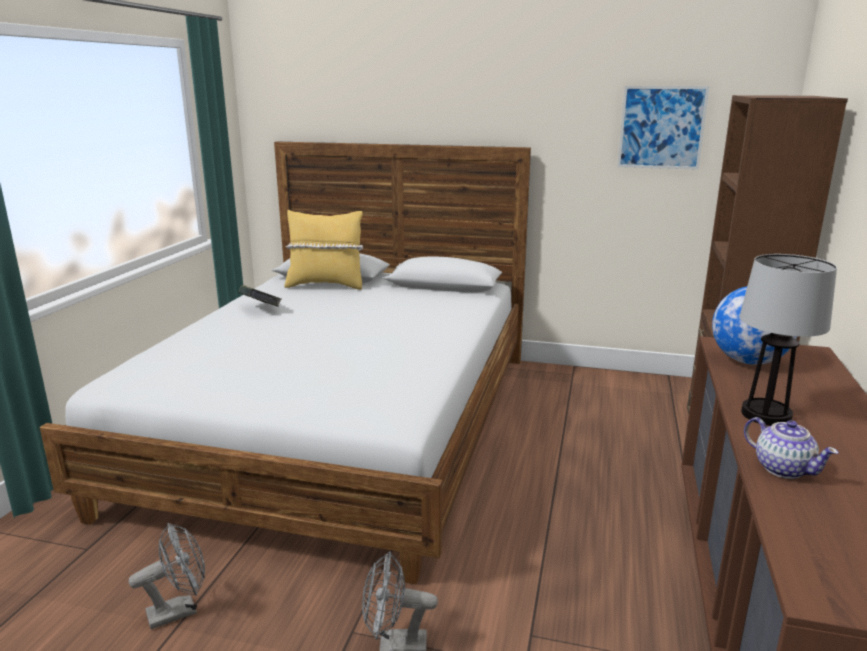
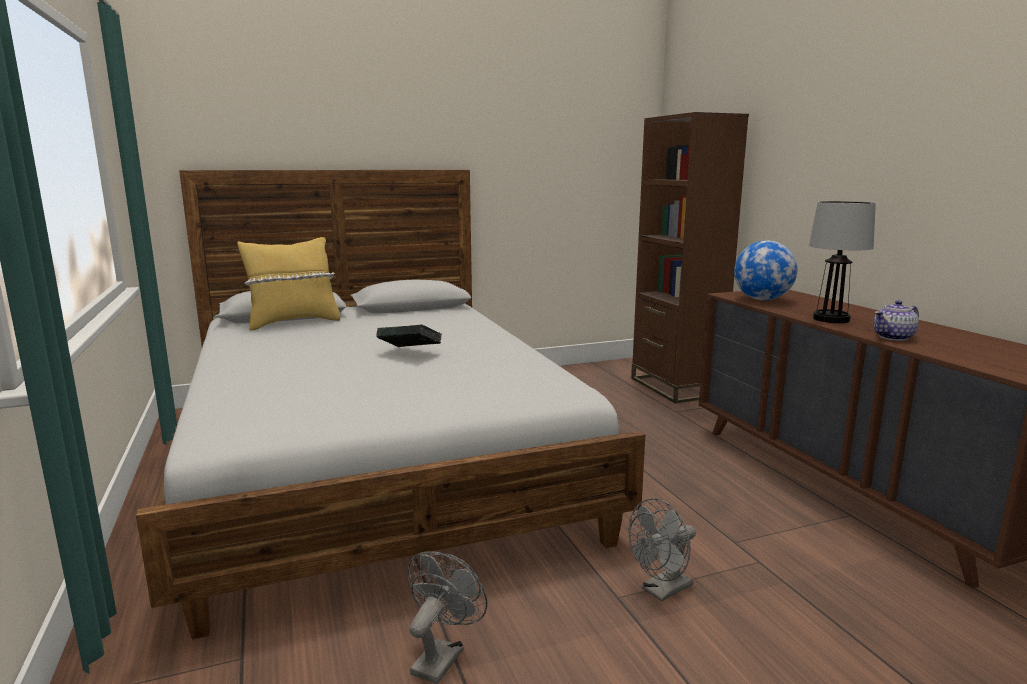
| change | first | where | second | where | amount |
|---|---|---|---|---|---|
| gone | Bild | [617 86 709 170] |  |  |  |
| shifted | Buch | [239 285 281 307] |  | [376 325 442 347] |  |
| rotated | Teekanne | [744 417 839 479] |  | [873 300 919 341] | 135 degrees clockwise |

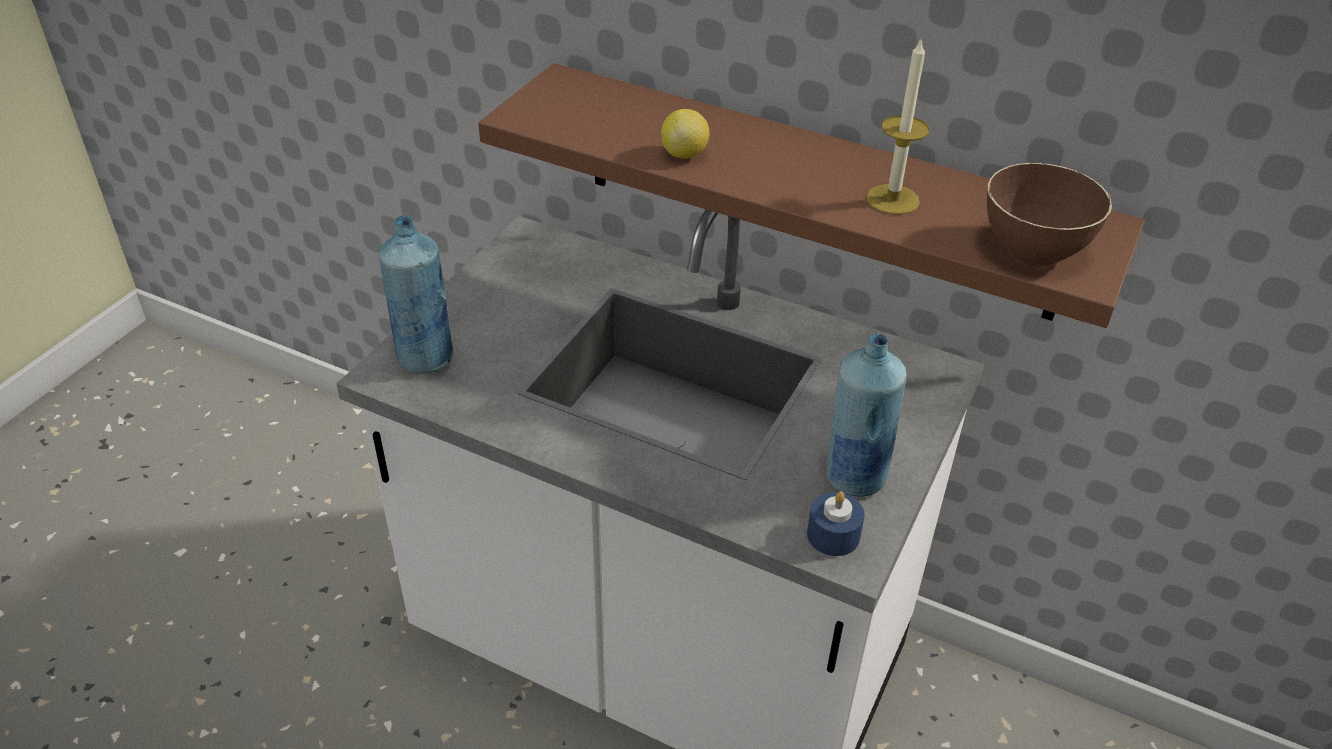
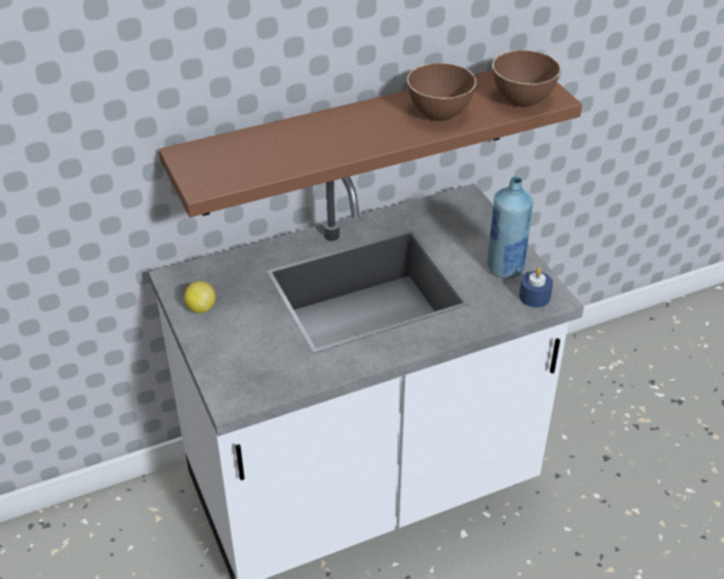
| change | first | where | second | where | amount |
|---|---|---|---|---|---|
| swapped | Kerze | [866 37 930 215] | Schüssel (braun) | [407 63 476 122] |  |
| shifted | Zitrone | [661 109 710 159] |  | [184 281 216 313] |  |
| gone | Flasche (blau) | [379 215 453 374] |  |  |  |

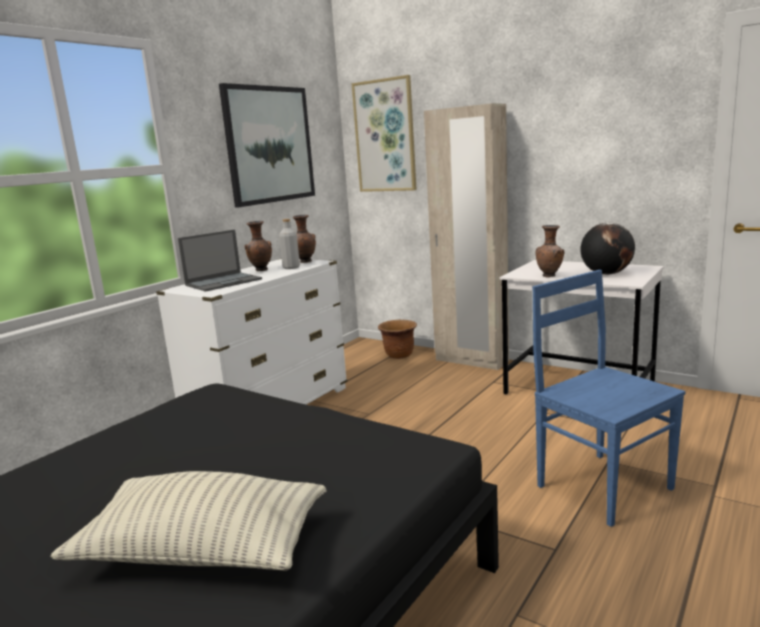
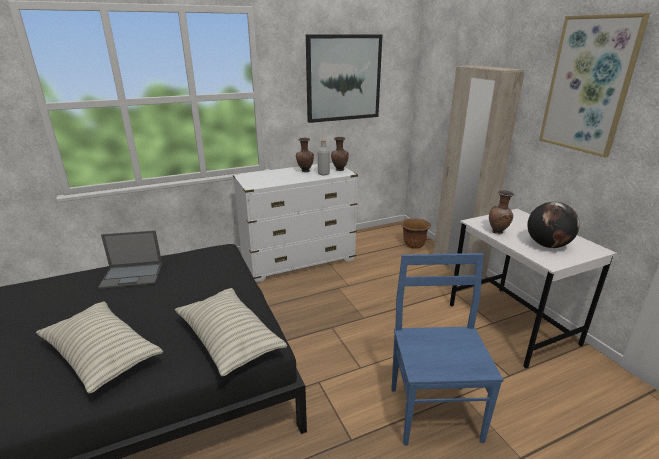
| change | first | where | second | where | amount |
|---|---|---|---|---|---|
| shifted | Bild | [352 75 417 192] |  | [539 13 650 157] |  |
| shifted | Laptop | [178 229 262 292] |  | [98 230 162 289] |  |
| new |  |  | Kissen | [175 288 287 376] |  |

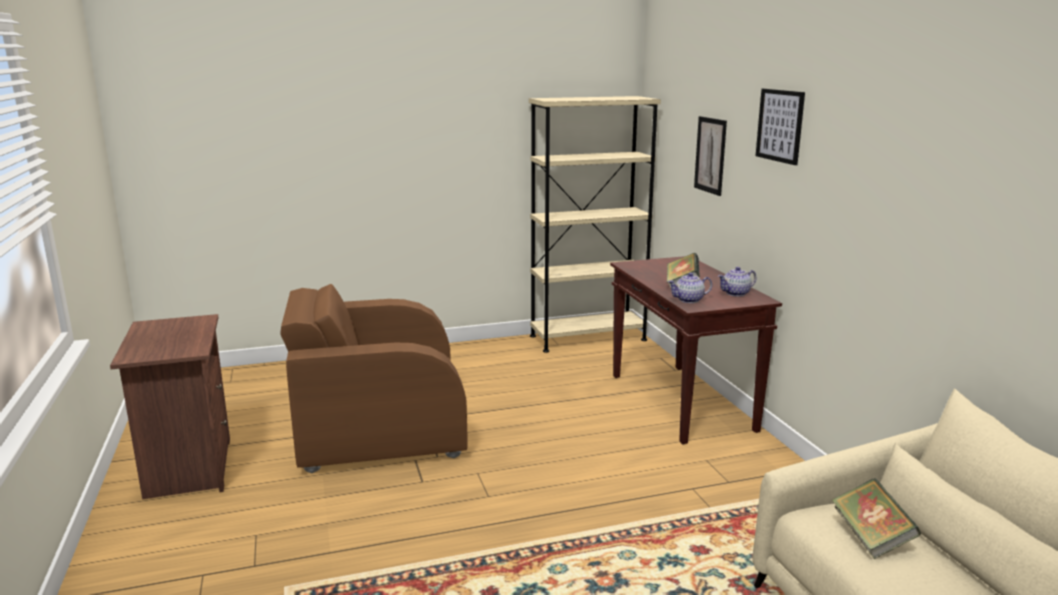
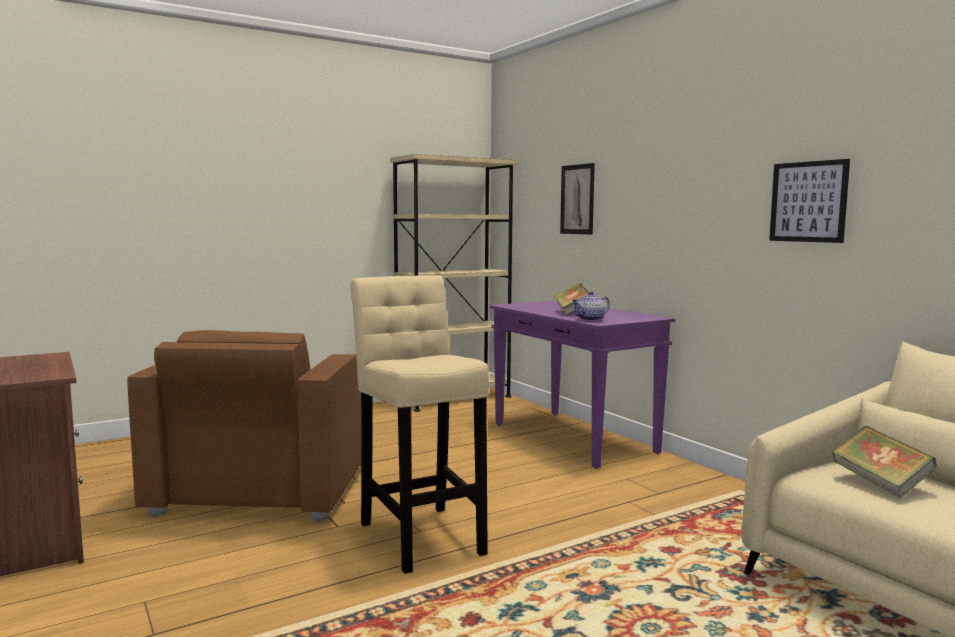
| change | first | where | second | where | amount |
|---|---|---|---|---|---|
| shifted | Bild | [756 89 805 165] |  | [769 159 850 243] |  |
| repainted | Konsolentisch (braun) | [610 256 782 444] | Konsolentisch (lila) | [490 300 675 469] |  |
| gone | Teekanne | [718 267 757 297] |  |  |  |
| rotated | Sessel (braun) | [280 284 468 473] |  | [127 330 361 522] | 60 degrees counterclockwise |
| new |  |  | Hocker (beige) | [350 275 489 574] |  |

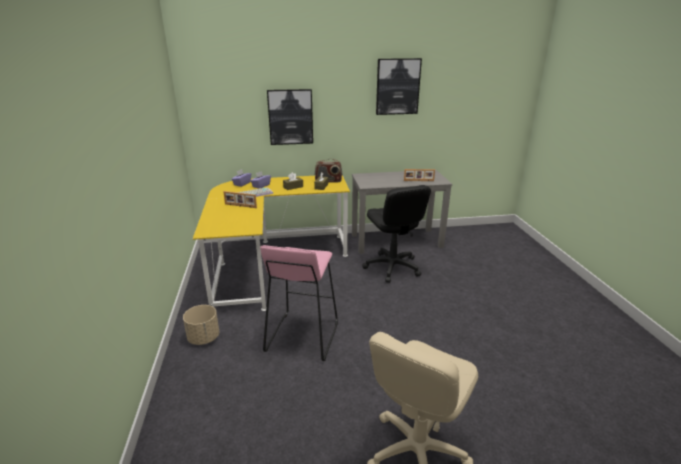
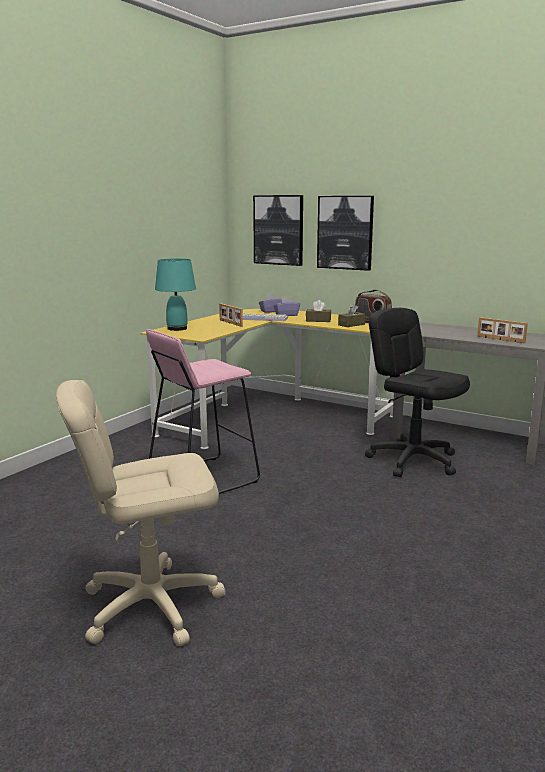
| change | first | where | second | where | amount |
|---|---|---|---|---|---|
| shifted | Bild | [376 58 422 115] |  | [253 195 303 266] |  |
| rotated | Bürostuhl (schwarz) | [362 185 431 283] |  | [365 308 470 477] | 120 degrees clockwise |
| gone | Pflanzkübel (beige) | [183 305 219 345] |  |  |  |
| new |  |  | Tischlampe (türkis) | [155 258 196 331] |  |

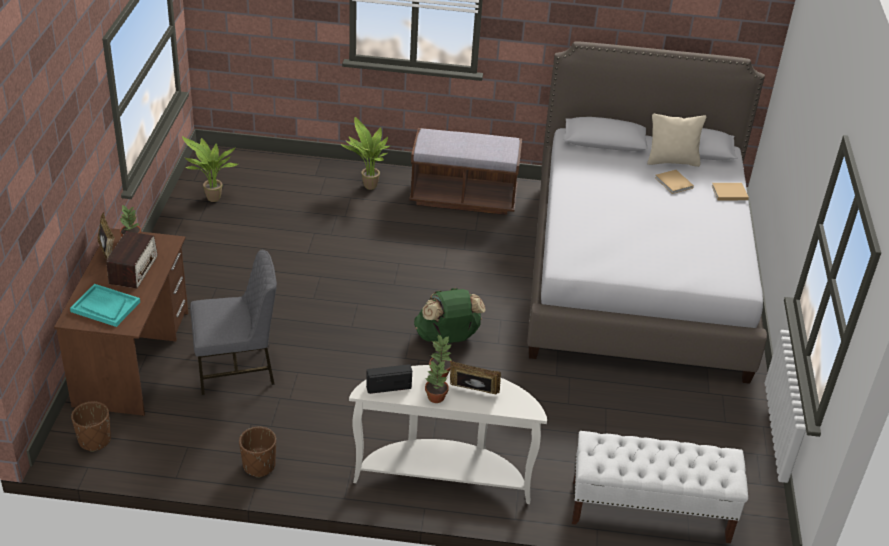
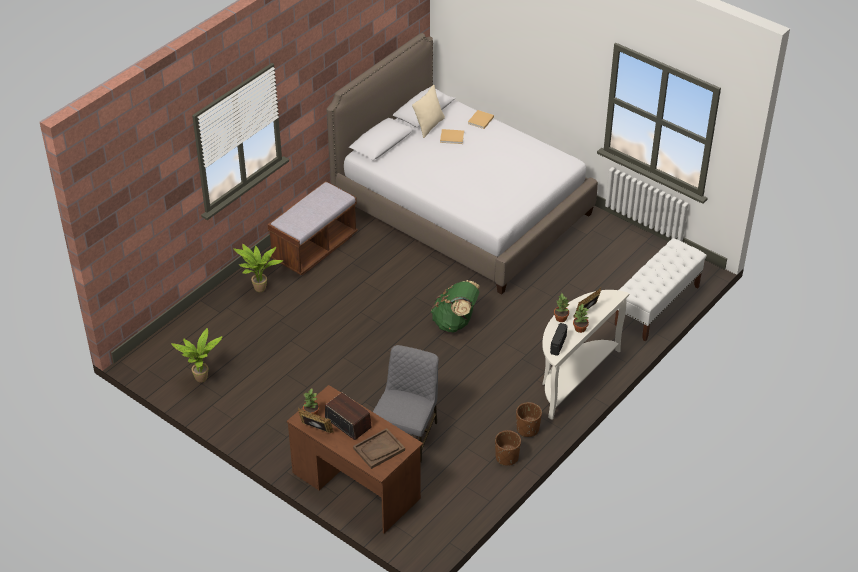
| change | first | where | second | where | amount |
|---|---|---|---|---|---|
| repainted | Tablett (türkis) | [70 284 140 327] | Tablett (braun) | [353 428 405 469] |  |
| shifted | Pflanzkübel (braun) | [71 401 111 452] |  | [516 402 542 437] |  |

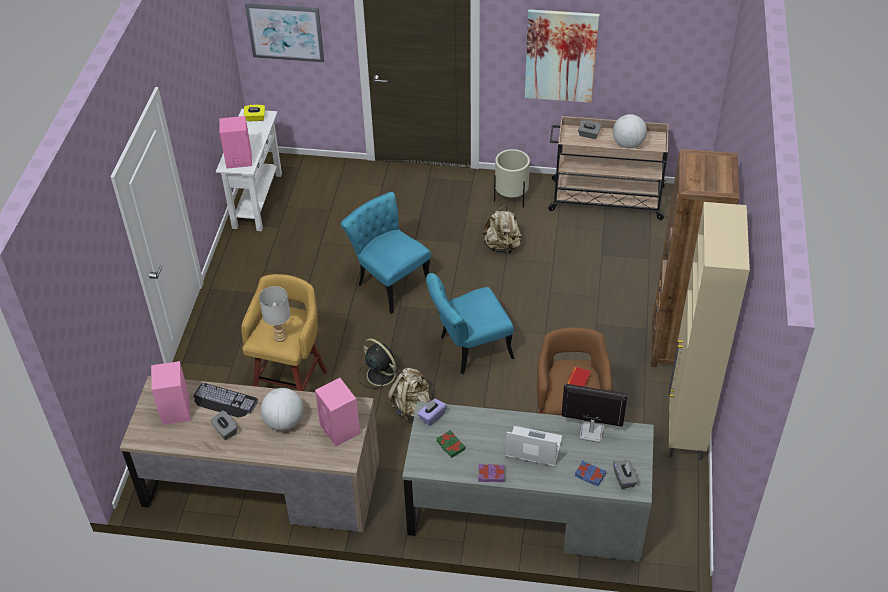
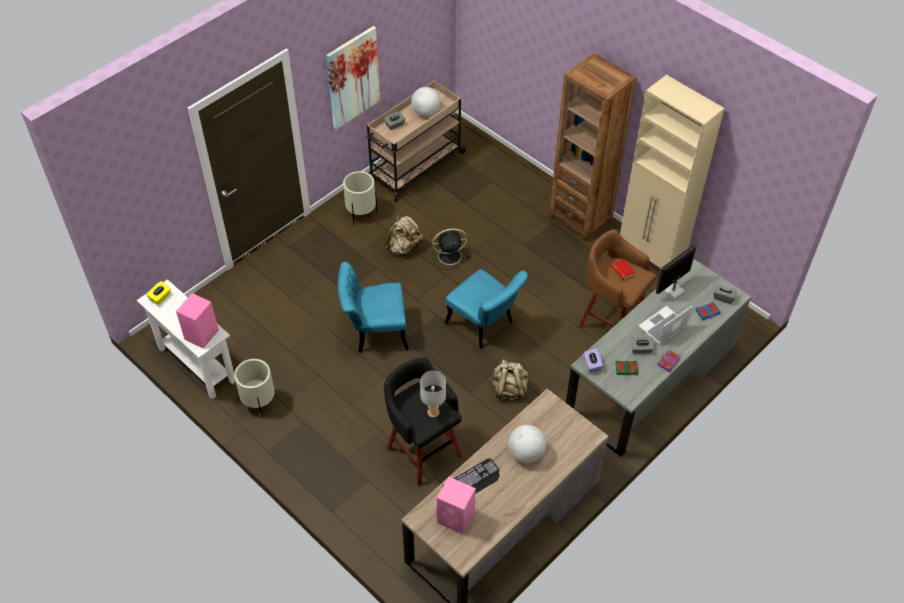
| change | first | where | second | where | amount |
|---|---|---|---|---|---|
| gone | Bild | [245 3 324 62] |  |  |  |
| rotated | Stuhl (türkis) | [426 273 515 374] |  | [444 269 528 349] | 60 degrees counterclockwise |
| repainted | Hocker (gelb) | [241 274 327 391] | Hocker (schwarz) | [384 358 462 486] |  |
| shifted | Ventilator (schwarz) | [358 338 402 389] |  | [432 228 469 270] |  |
| gone | Lautsprecher (rosa) | [315 378 360 446] |  |  |  |
| shifted | Taschentuchbox (grau) | [210 410 237 440] |  | [631 336 654 354] |  |
| new |  |  | Pflanzkübel (beige) | [234 359 275 418] |  |

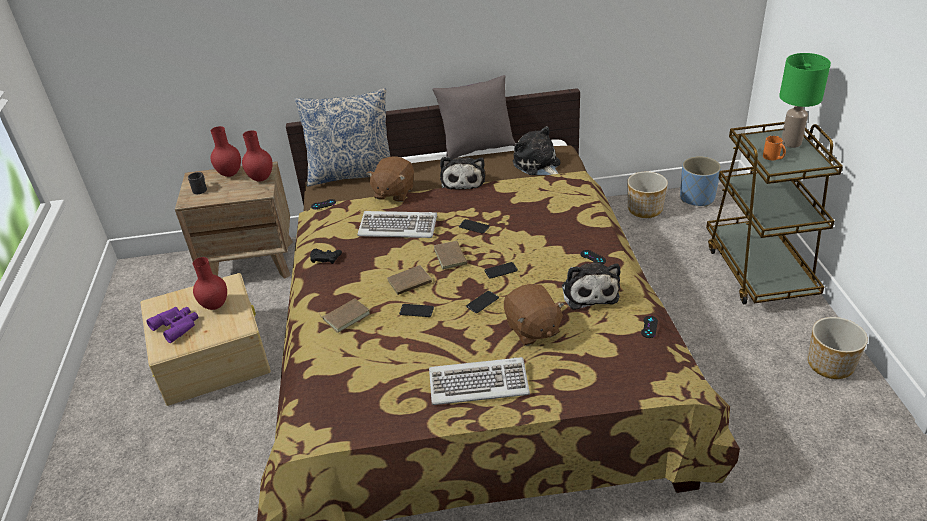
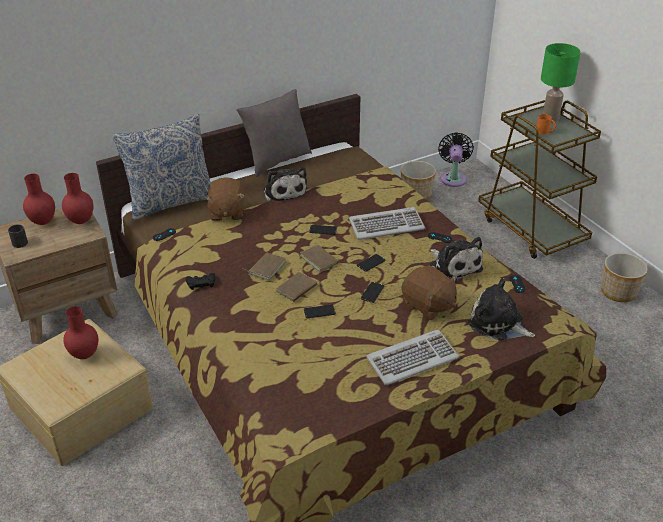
| change | first | where | second | where | amount |
|---|---|---|---|---|---|
| shifted | Plüschtier | [513 126 561 175] |  | [468 278 535 341] |  |
| swapped | Pflanzkübel (blau) | [680 156 721 207] | Ventilator (schwarz) | [438 132 474 187] |  |
| shifted | Tastatur | [357 211 437 238] |  | [349 207 425 240] |  |
| shifted | Buch (braun) | [318 298 370 333] |  | [246 252 286 281] |  |
| gone | Fernglas (lila) | [146 307 198 343] |  |  |  |

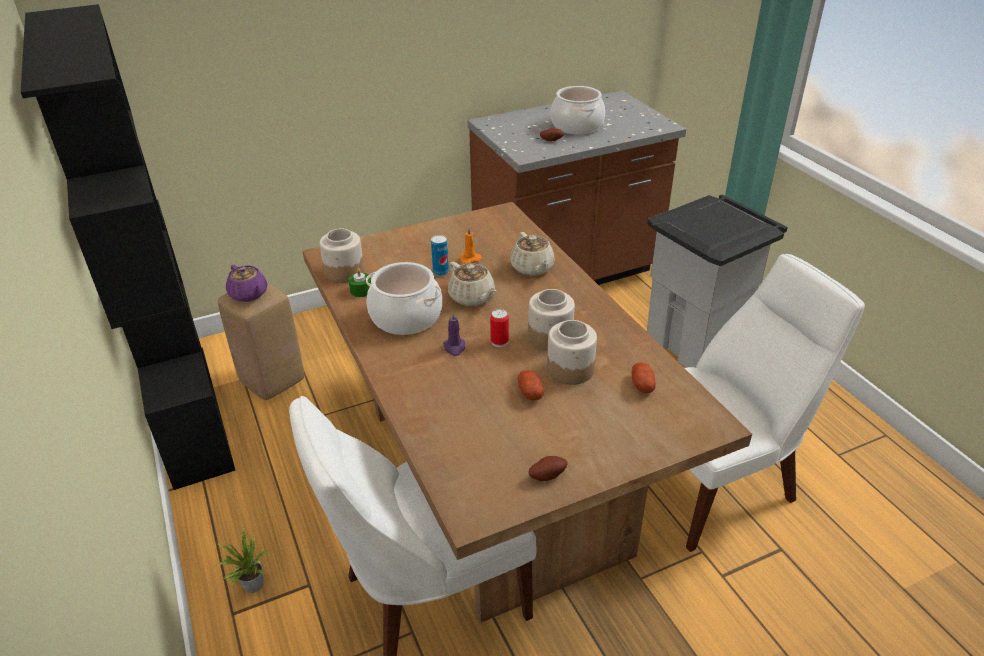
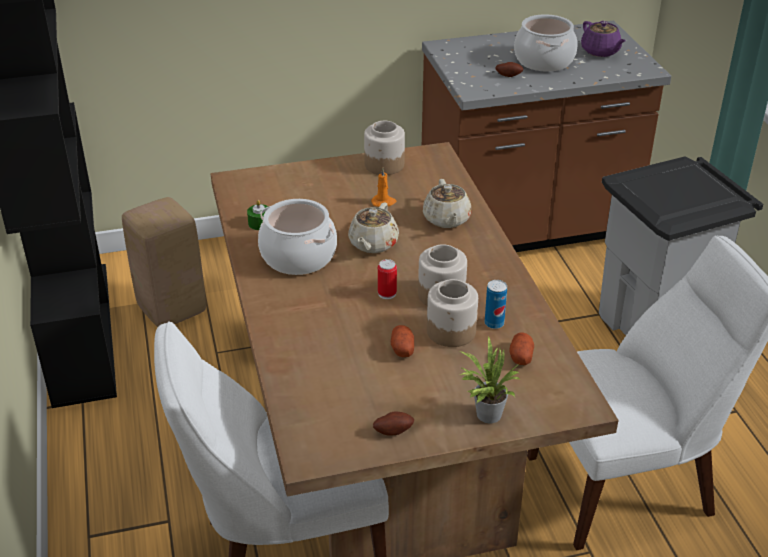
| change | first | where | second | where | amount |
|---|---|---|---|---|---|
| shifted | Vorratsglas | [320 229 364 283] |  | [364 121 405 175] |  |
| shifted | Dose | [431 235 449 276] |  | [485 280 507 329] |  |
| rotated | Teekanne (beige) | [448 262 496 306] |  | [348 203 399 253] | 45 degrees clockwise |
| shifted | Teekanne (lila) | [226 265 267 302] |  | [581 21 626 57] |  |
| gone | Kerze (lila) | [443 312 465 356] |  |  |  |
| shifted | Topfpflanze | [215 526 269 593] |  | [459 335 520 423] |  |

